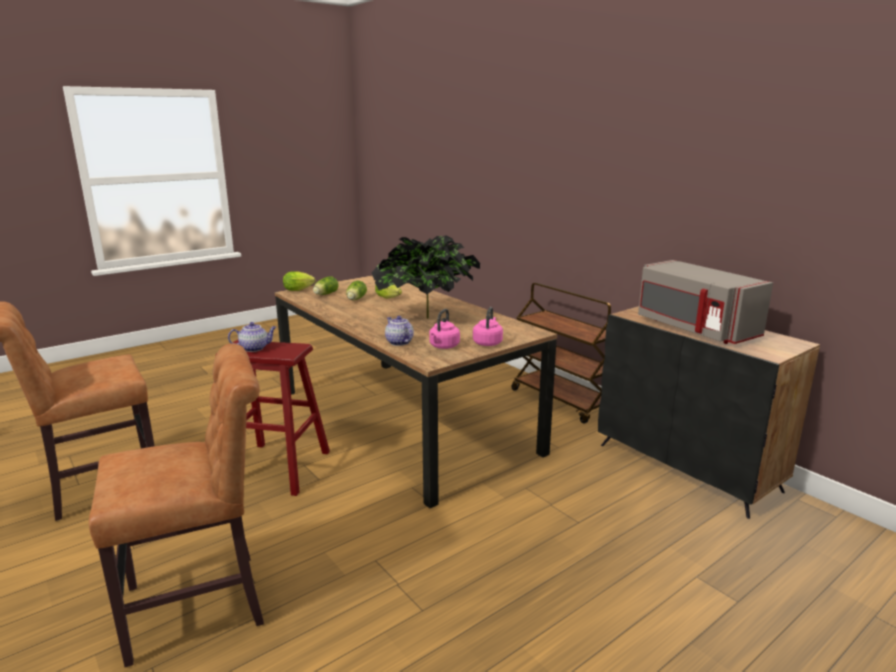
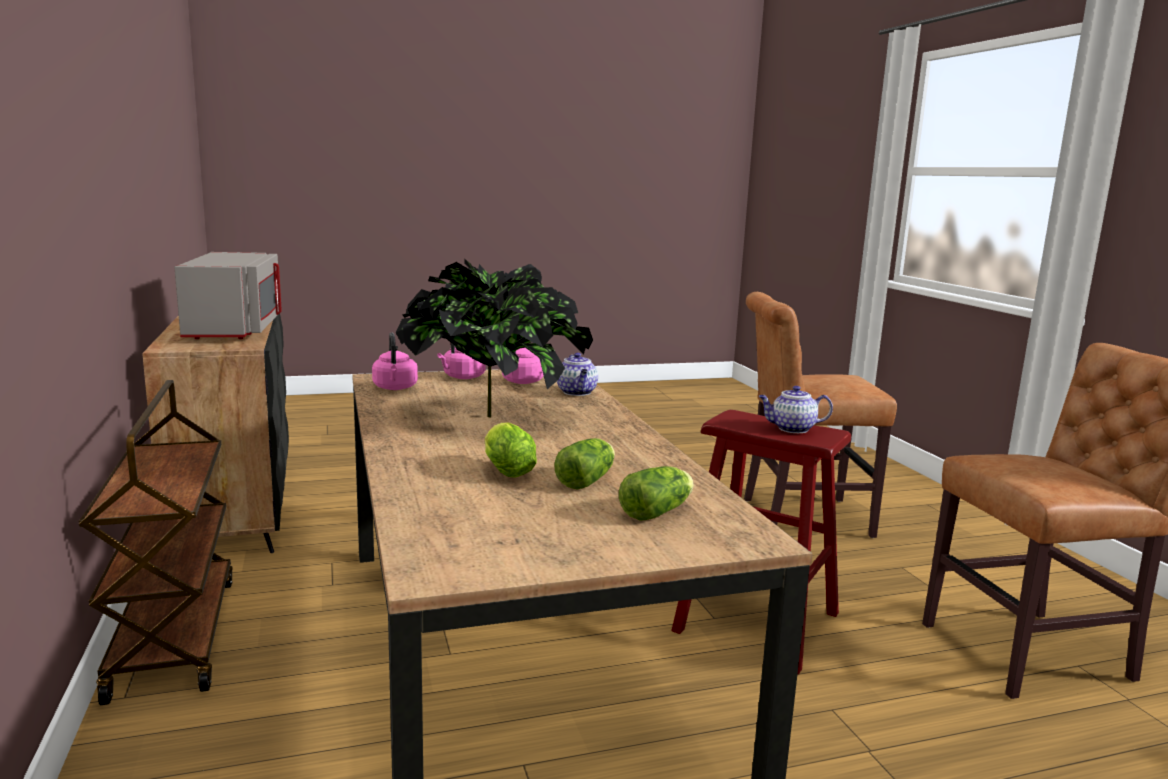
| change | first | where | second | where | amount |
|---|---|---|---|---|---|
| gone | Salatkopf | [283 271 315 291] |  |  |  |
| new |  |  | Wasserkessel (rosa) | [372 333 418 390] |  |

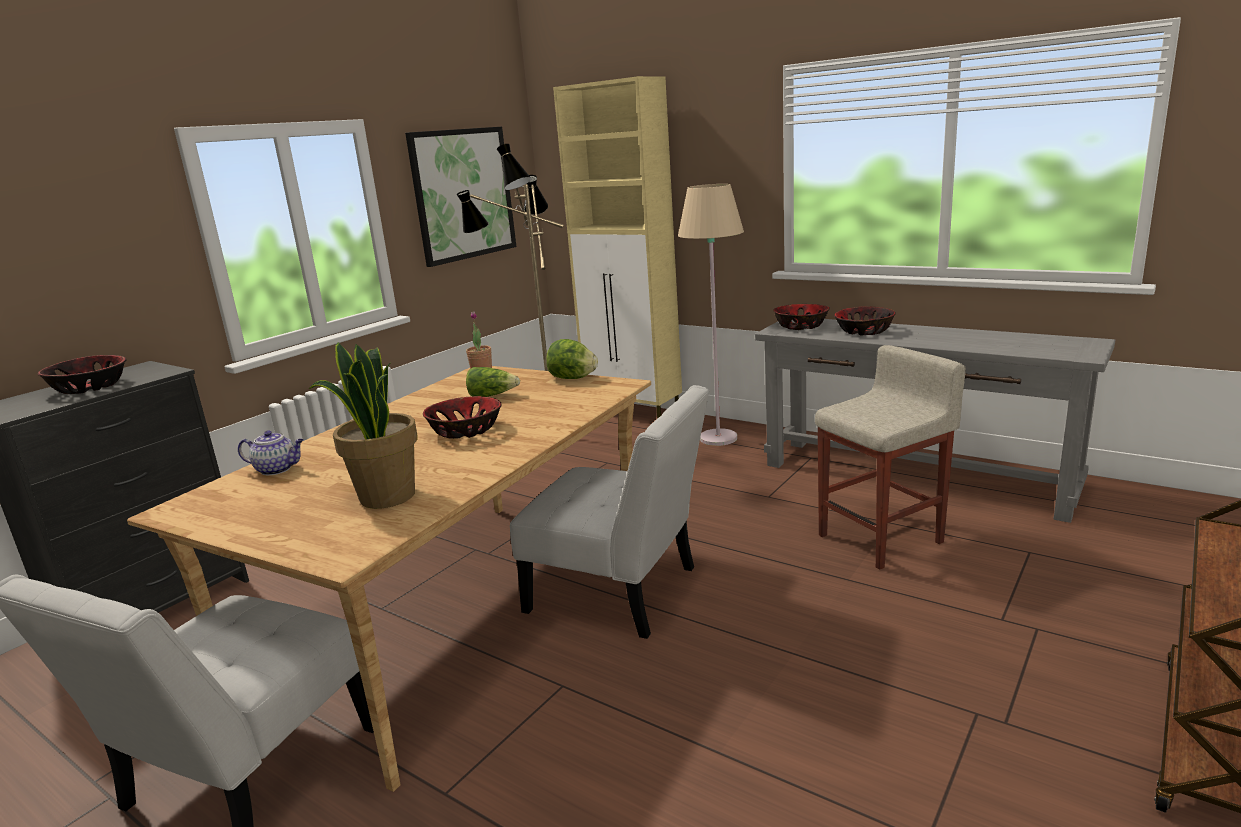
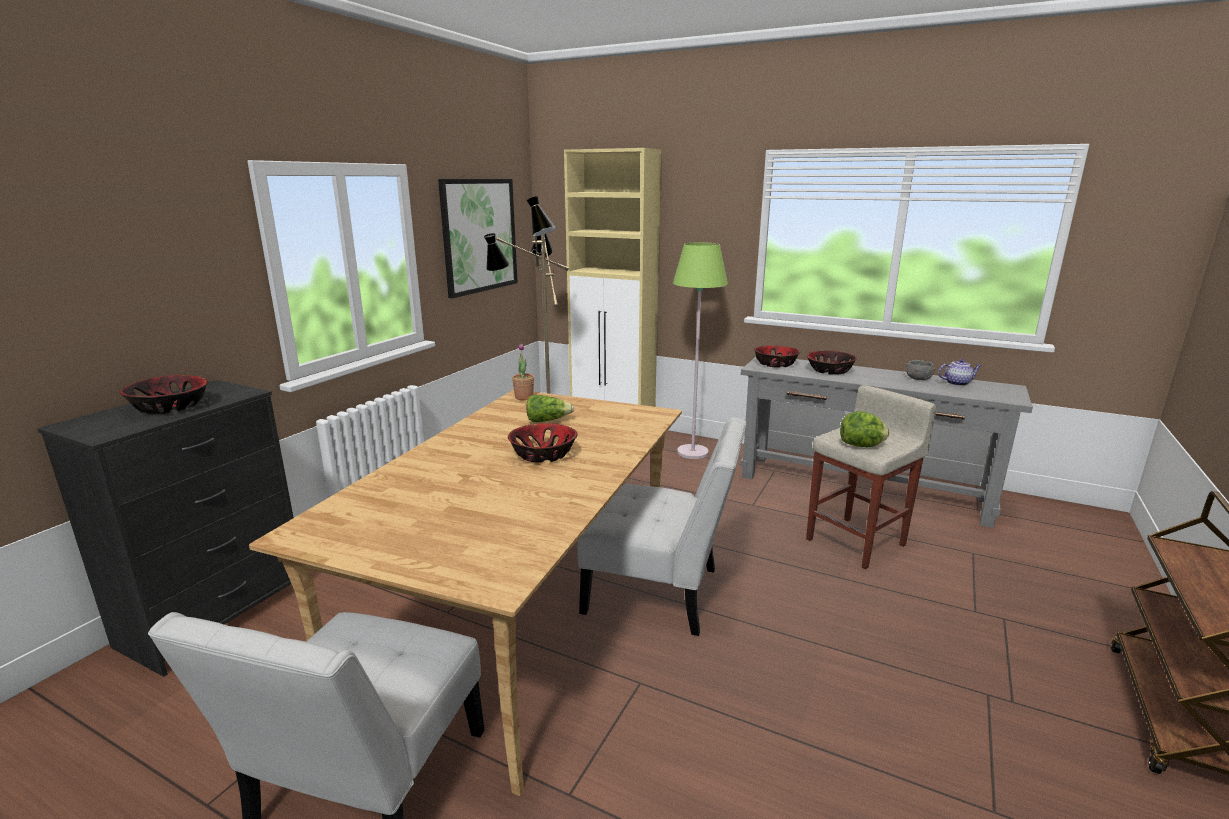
| change | first | where | second | where | amount |
|---|---|---|---|---|---|
| repainted | Stehlampe (beige) | [678 184 744 446] | Stehlampe (grün) | [673 242 728 459] |  |
| shifted | Salatkopf | [546 339 598 379] |  | [840 411 889 447] |  |
| gone | Topfpflanze | [309 342 418 509] |  |  |  |
| shifted | Teekanne | [238 430 304 475] |  | [938 359 981 386] |  |
| new |  |  | Schüssel (grau) | [906 360 935 380] |  |

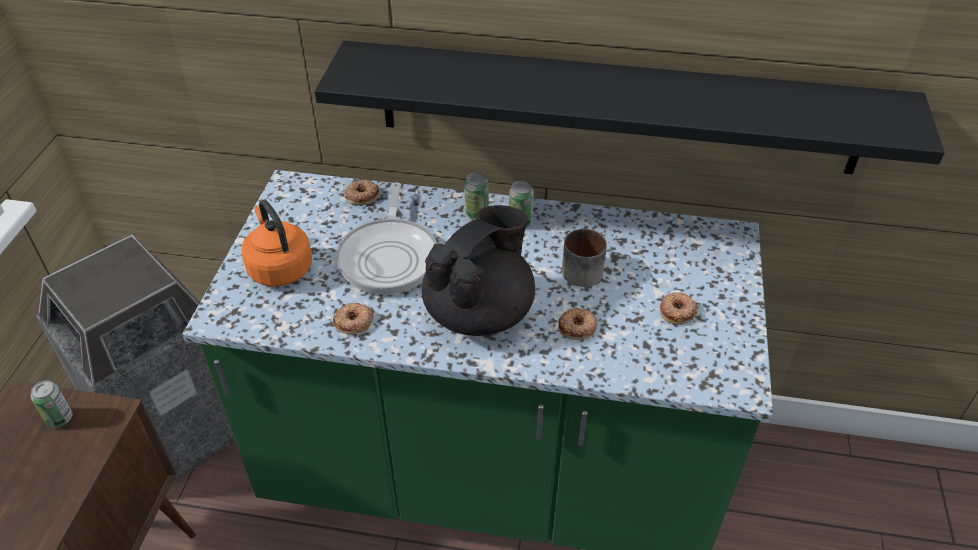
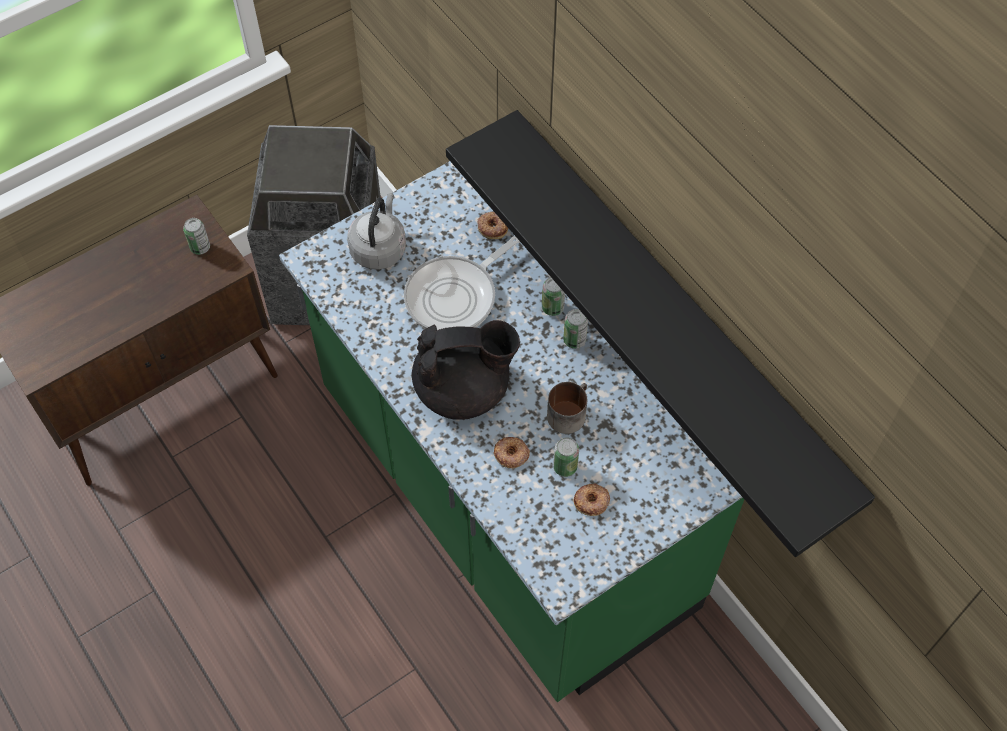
| change | first | where | second | where | amount |
|---|---|---|---|---|---|
| repainted | Wasserkessel (orange) | [241 200 312 287] | Wasserkessel (grau) | [347 193 406 270] |  |
| gone | Donut | [333 303 373 334] |  |  |  |
| new |  |  | Dose | [553 437 579 477] |  |

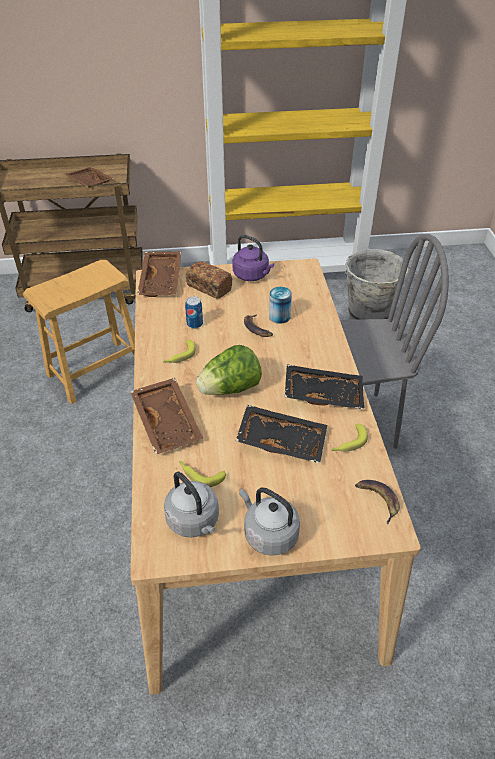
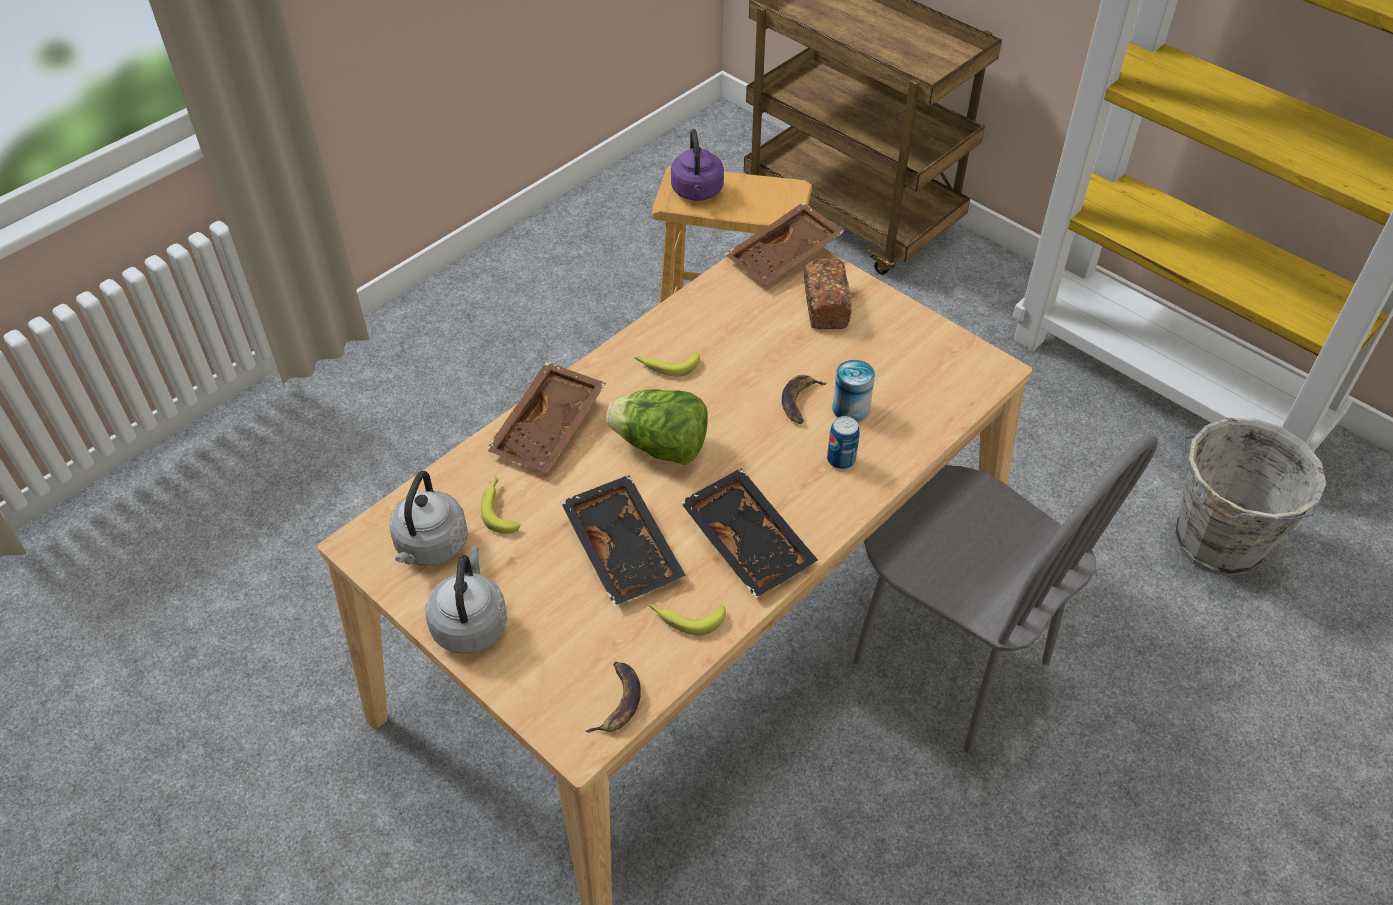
| change | first | where | second | where | amount |
|---|---|---|---|---|---|
| gone | Tablett (braun) | [65 167 114 188] |  |  |  |
| shifted | Wasserkessel (lila) | [232 235 274 281] |  | [671 129 724 201] |  |
| shifted | Dose | [185 297 203 329] |  | [827 416 859 469] |  |

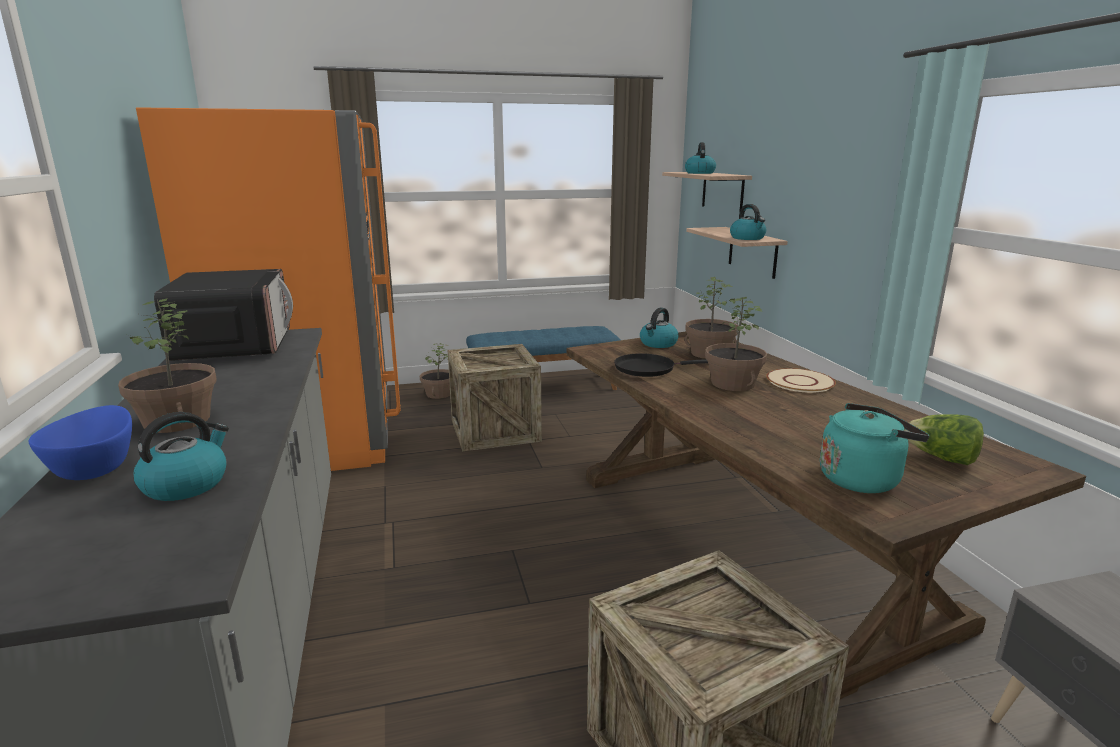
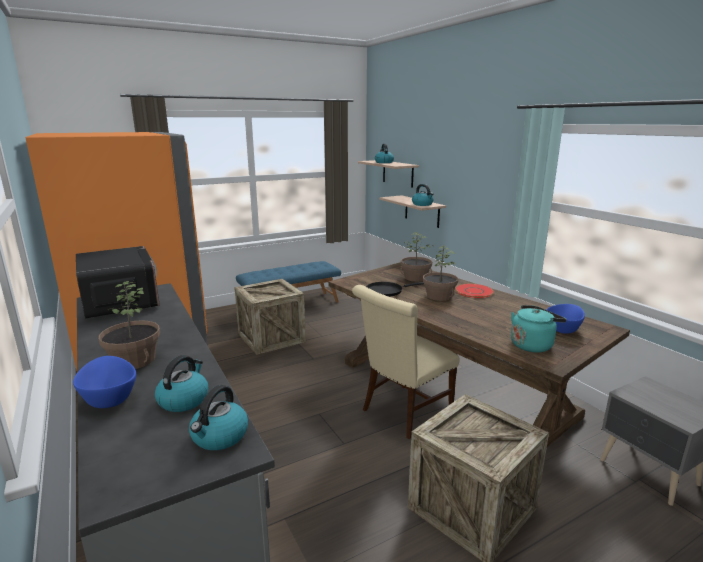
| change | first | where | second | where | amount |
|---|---|---|---|---|---|
| shifted | Wasserkessel | [640 308 679 348] |  | [189 385 248 450] |  |
| gone | Topfpflanze | [420 343 450 399] |  |  |  |
| repainted | Teller (beige) | [766 368 836 393] | Teller (rot) | [455 284 494 298] |  |
| swapped | Salatkopf | [904 414 984 465] | Schüssel (blau) | [547 304 585 334] |  |
| new |  |  | Stuhl (beige) | [352 285 460 439] |  |

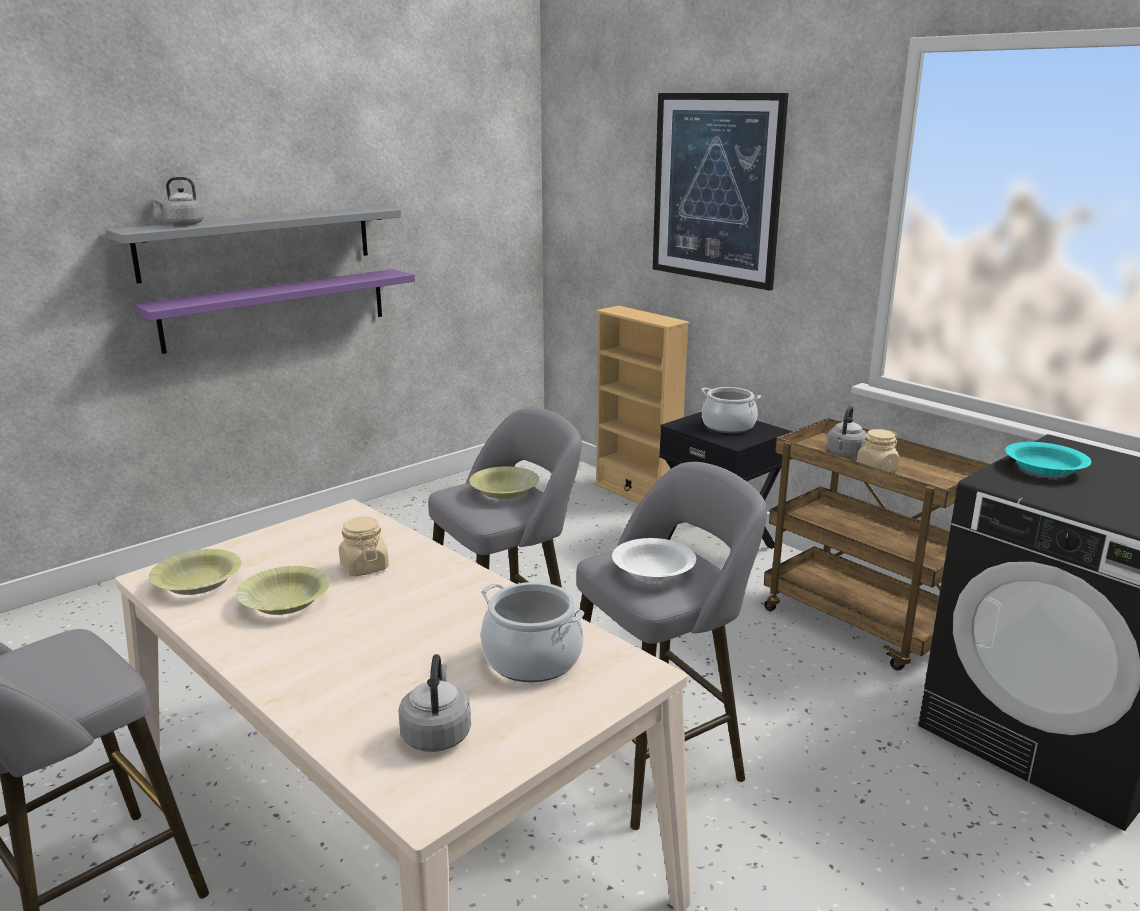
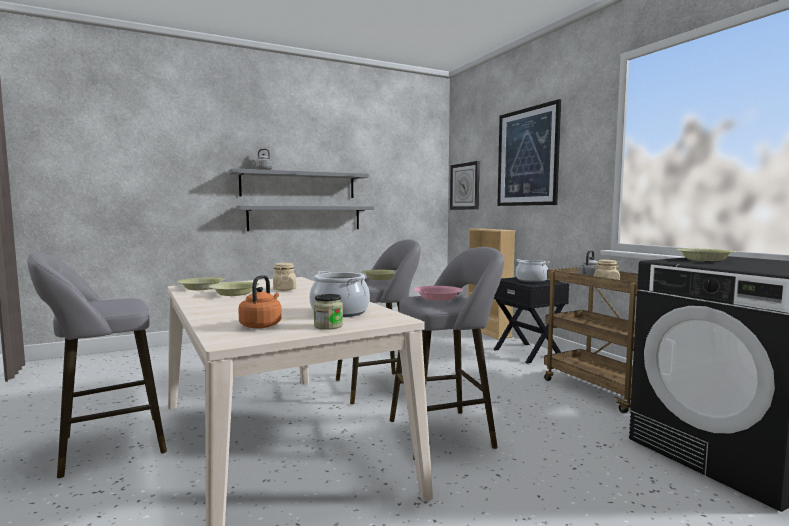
| change | first | where | second | where | amount |
|---|---|---|---|---|---|
| repainted | Wandregal (lila) | [133 269 415 354] | Wandregal (grau) | [236 206 374 231] |  |
| repainted | Schüssel (türkis) | [1005 442 1091 477] | Schüssel (gelb) | [676 249 736 261] |  |
| repainted | Schüssel (weiß) | [612 538 696 582] | Schüssel (rosa) | [414 286 463 301] |  |
| repainted | Wasserkessel (grau) | [398 654 471 752] | Wasserkessel (orange) | [238 275 281 329] |  |
| new |  |  | Wanduhr | [450 161 480 210] |  |
| new |  |  | Vorratsglas | [313 294 343 330] |  |

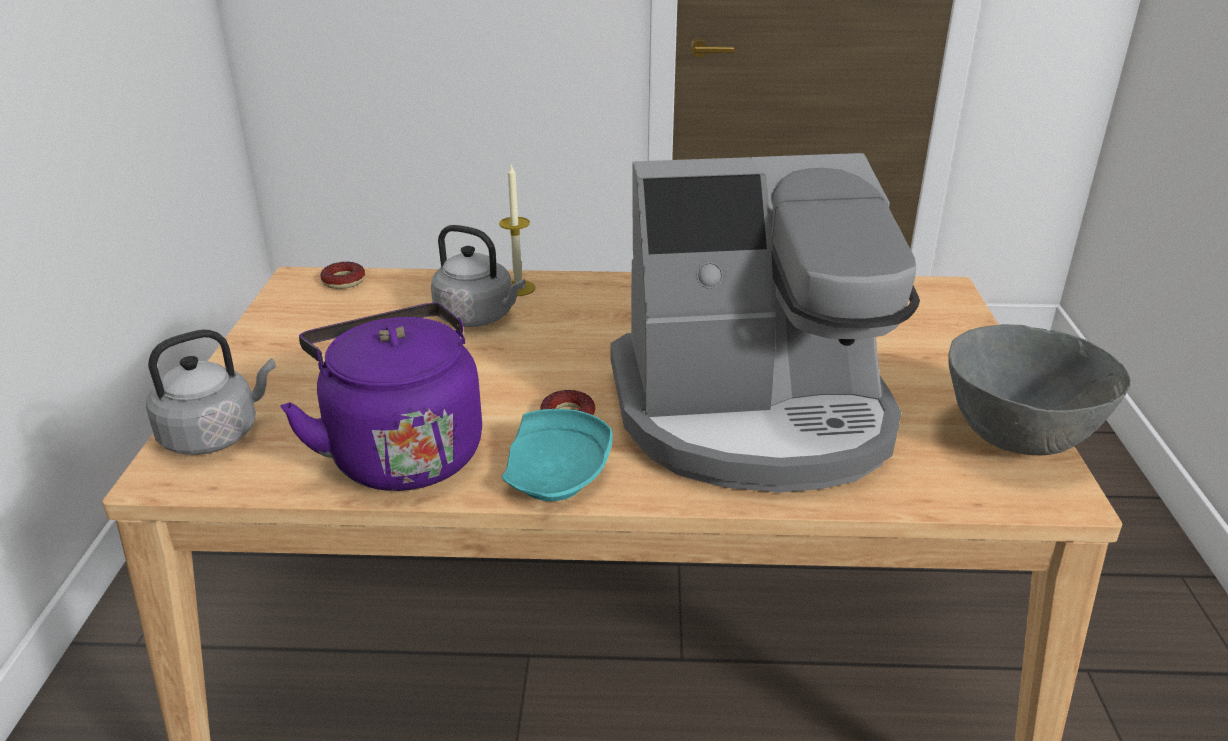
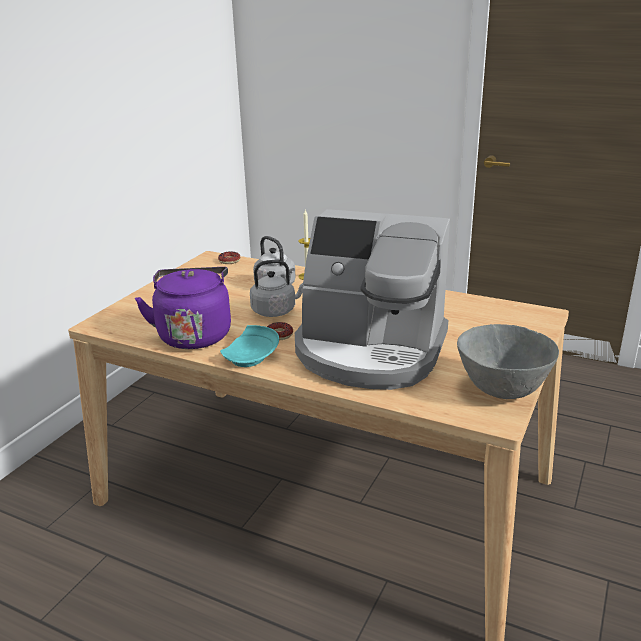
| change | first | where | second | where | amount |
|---|---|---|---|---|---|
| shifted | Wasserkessel (grau) | [146 330 276 455] |  | [250 260 304 317] |  |

